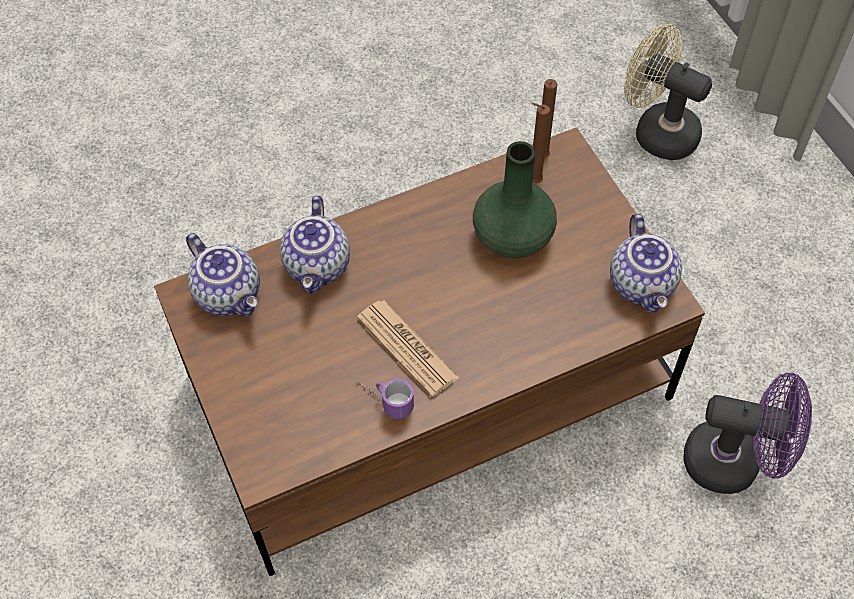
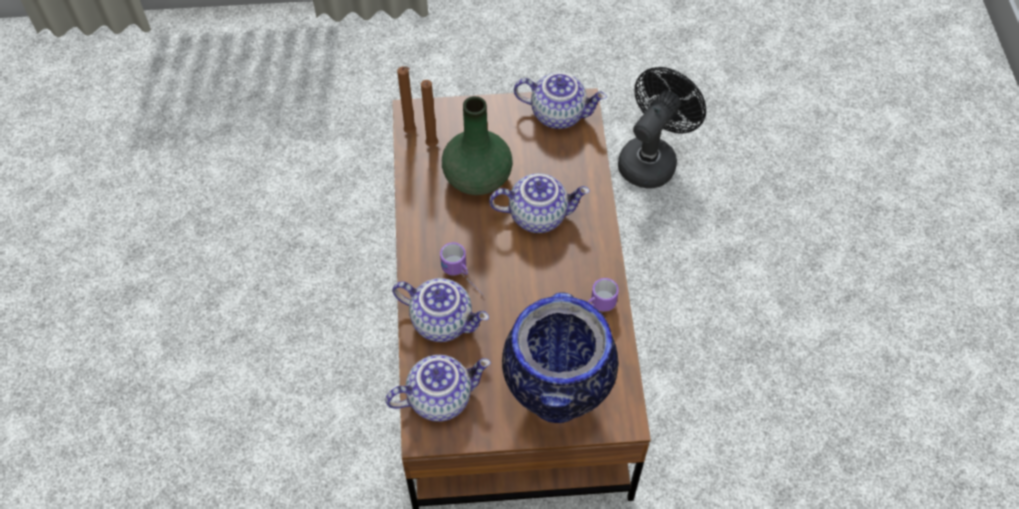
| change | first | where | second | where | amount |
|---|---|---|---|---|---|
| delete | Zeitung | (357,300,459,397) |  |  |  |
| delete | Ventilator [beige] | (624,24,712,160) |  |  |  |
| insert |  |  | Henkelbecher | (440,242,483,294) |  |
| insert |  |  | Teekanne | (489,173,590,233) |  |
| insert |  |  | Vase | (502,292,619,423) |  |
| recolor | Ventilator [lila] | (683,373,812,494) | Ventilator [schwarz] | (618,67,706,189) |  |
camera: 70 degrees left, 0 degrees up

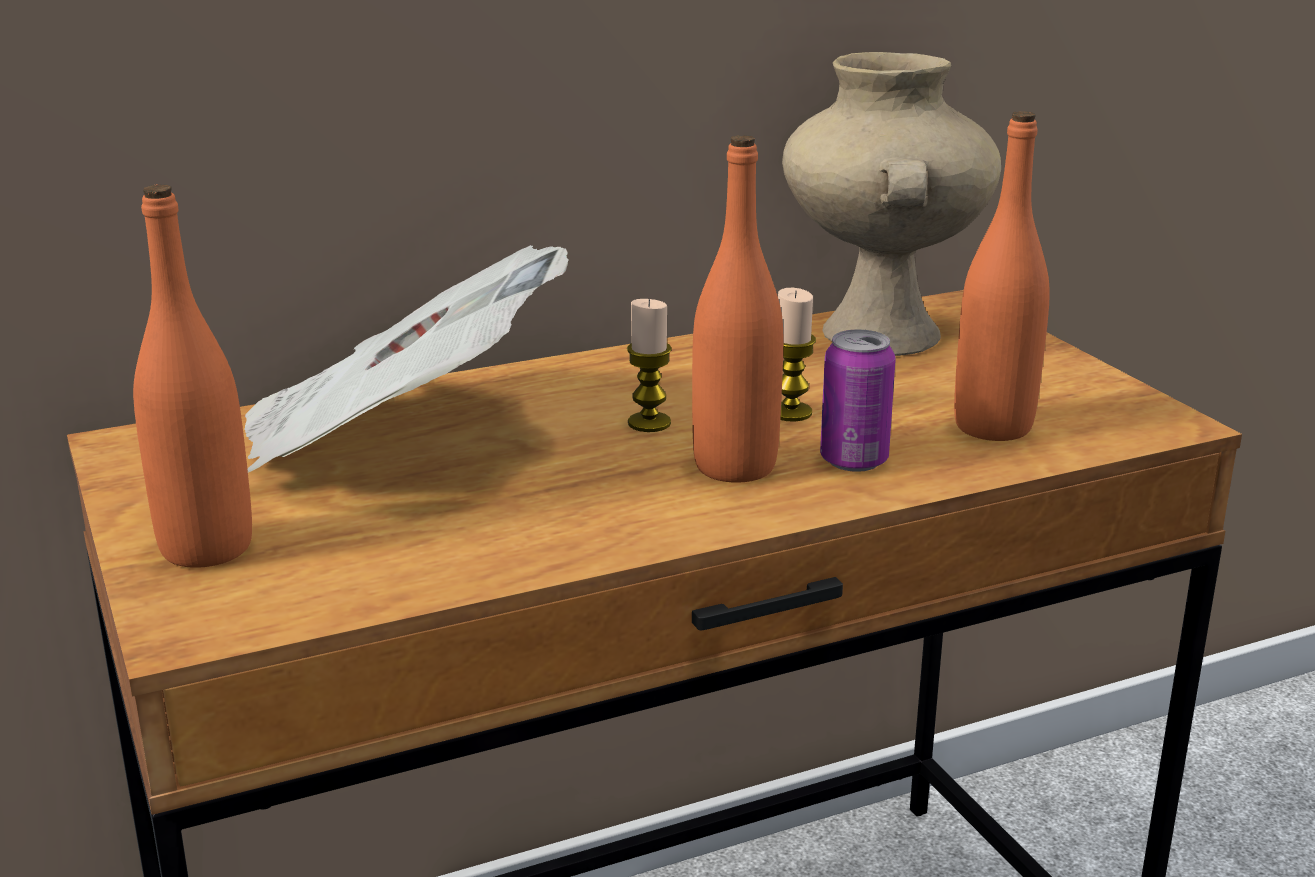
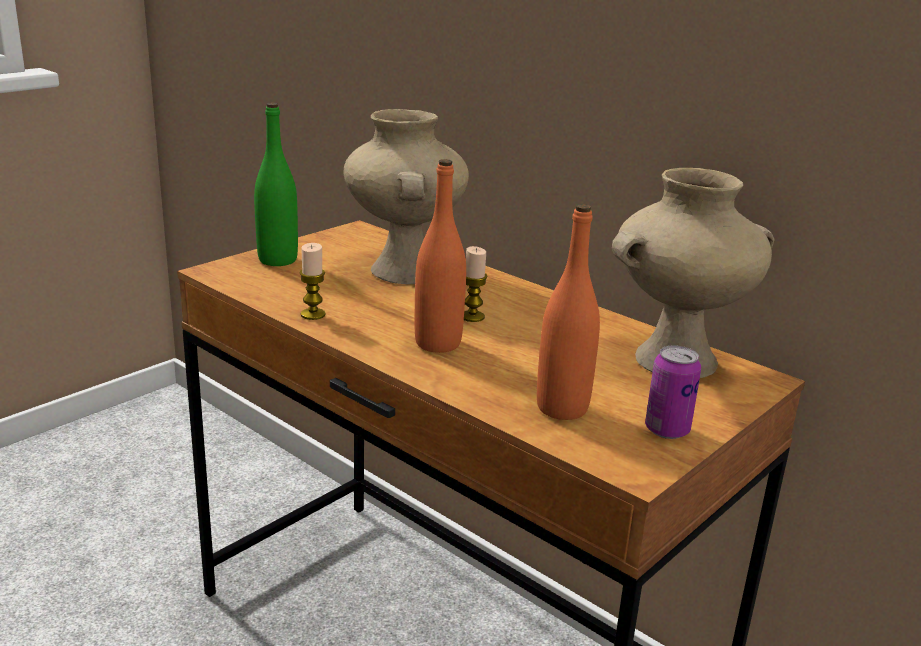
| change | first | where | second | where | amount |
|---|---|---|---|---|---|
| move | Kerze | (778,288,816,422) |  | (299,243,326,320) |  |
| move | Dose | (820,330,896,472) |  | (645,345,701,439) |  |
| replace | Zeitung | (245,245,569,472) | Vase [beige] | (343,109,469,284) |  |
| recolor | Flasche [orange] | (133,184,252,568) | Flasche [grün] | (254,103,298,266) |  |
camera: 65 degrees right, 0 degrees up

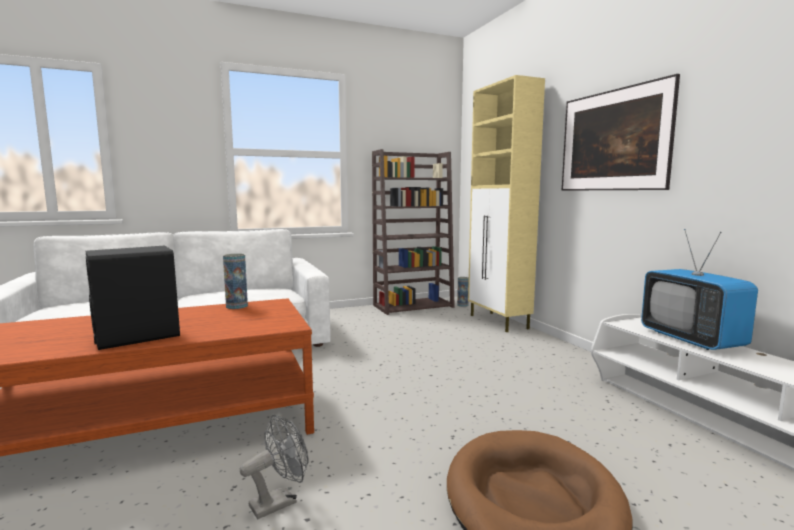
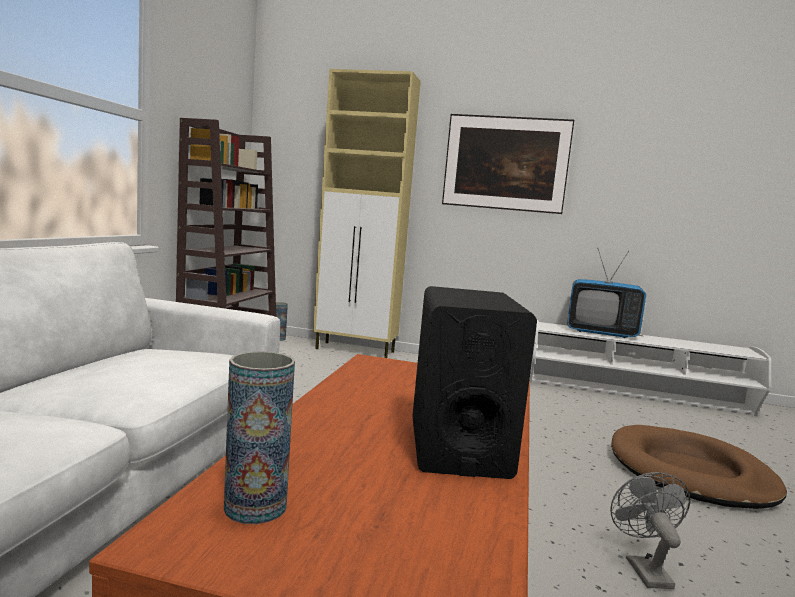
| change | first | where | second | where | amount |
|---|---|---|---|---|---|
| move | Vase | (223,254,248,309) |  | (224,352,295,524) |  |
camera: 55 degrees left, 0 degrees up

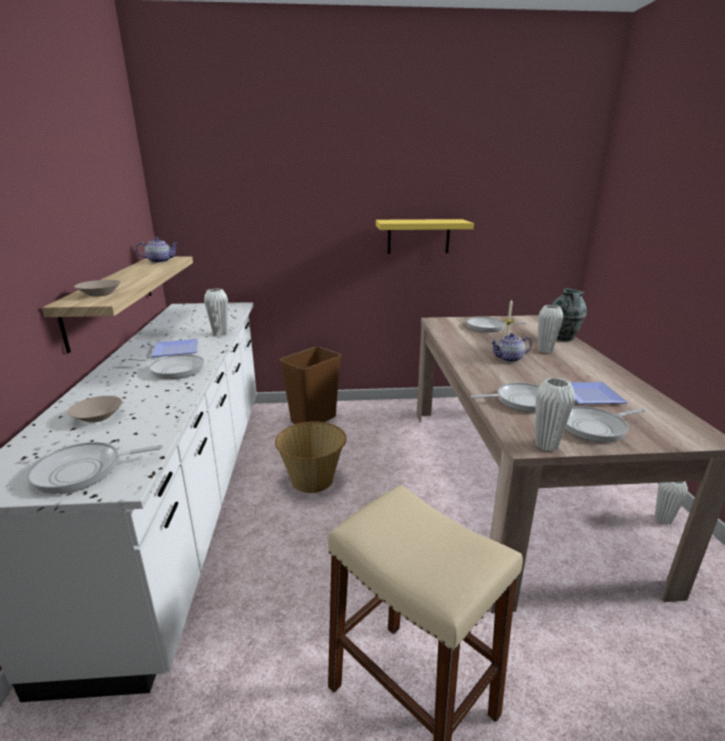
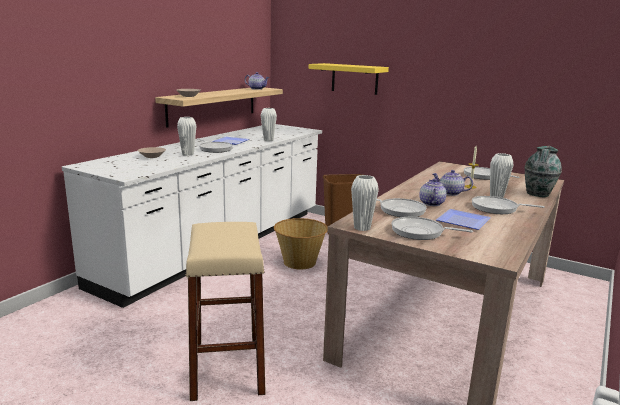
| change | first | where | second | where | amount |
|---|---|---|---|---|---|
| insert |  |  | Teekanne | (419,179,447,206) |  |
| move | Pfanne | (26,442,163,494) |  | (472,196,544,214) |  |
| move | Wandregal [gelb] | (376,219,474,254) |  | (309,63,389,95) |  |
| move | Vase [weiß] | (655,482,688,525) |  | (177,117,196,156) |  |
camera: 35 degrees right, 5 degrees down

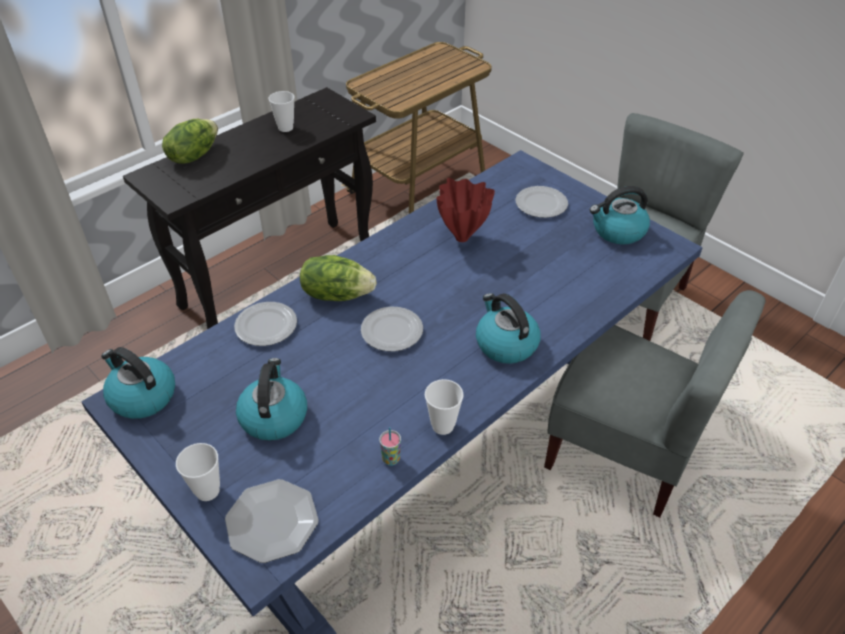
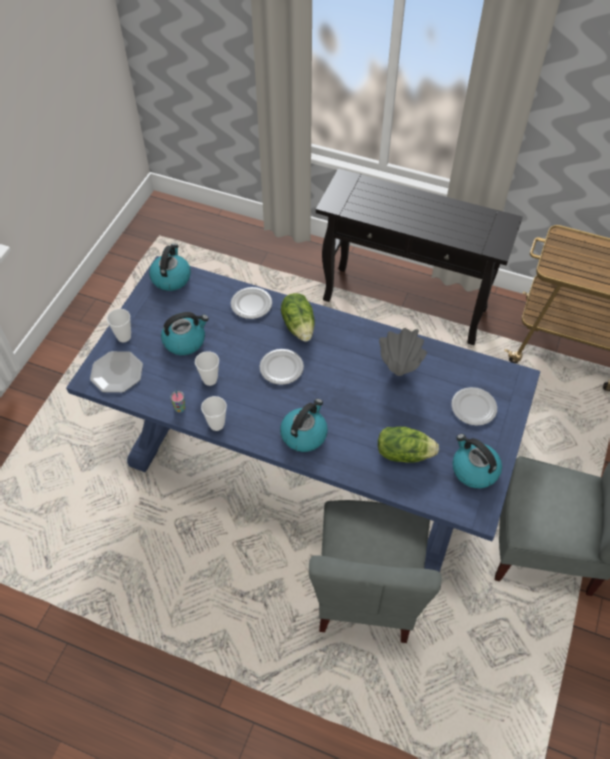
| change | first | where | second | where | amount |
|---|---|---|---|---|---|
| move | Salatkopf | (162,119,218,164) |  | (378,427,439,463) |  |
| move | Tasse | (269,91,295,132) |  | (195,351,219,386) |  |
| recolor | Vase [rot] | (436,178,495,242) | Vase [grau] | (379,328,427,376) |  |
camera: 65 degrees right, 10 degrees up

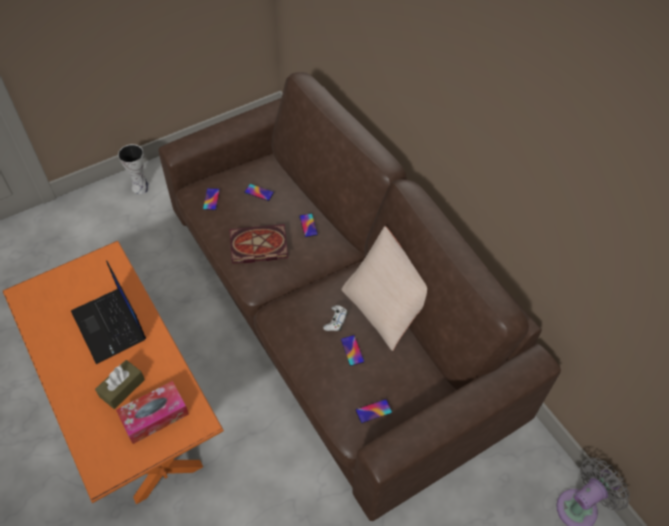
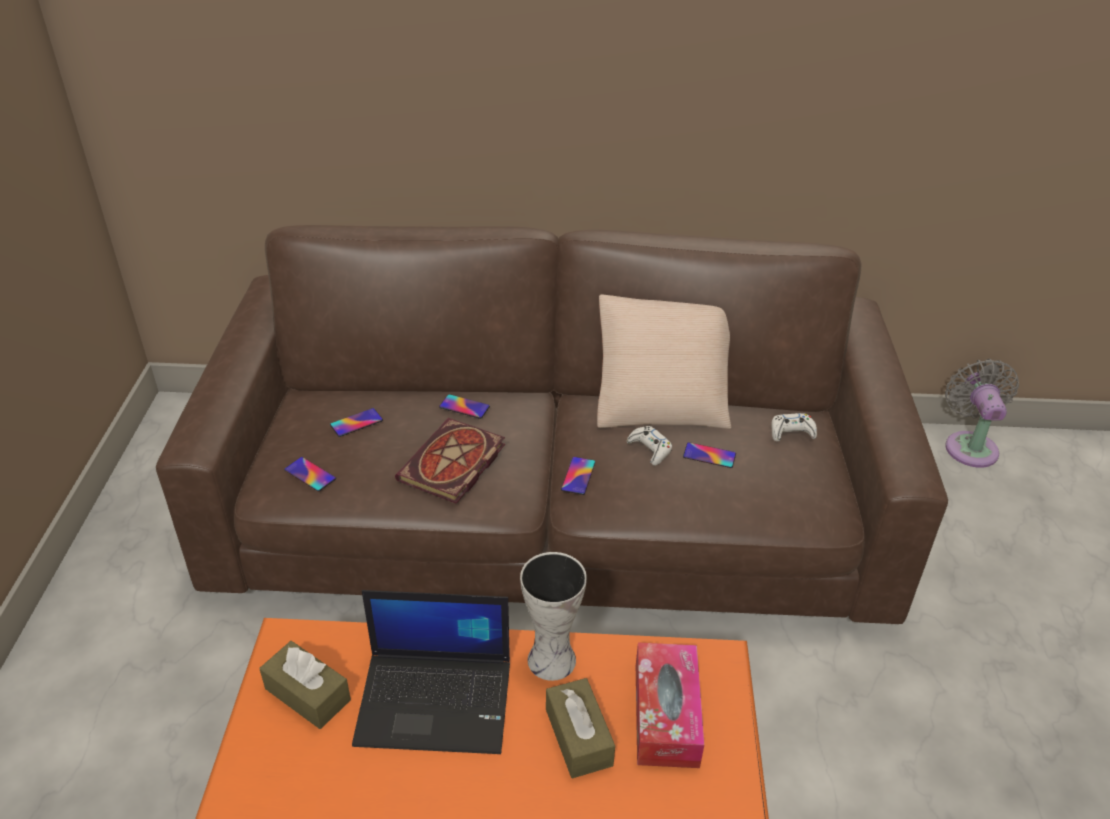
| change | first | where | second | where | amount |
|---|---|---|---|---|---|
| insert |  |  | Taschentuchbox [braun] | (259,641,351,729) |  |
| insert |  |  | Gamepad [weiß] | (772,413,817,441) |  |
| move | Vase | (118,144,150,194) |  | (520,552,587,681) |  |
| move | Handy | (356,399,392,423) |  | (561,457,595,495) |  |
camera: 55 degrees left, 15 degrees down

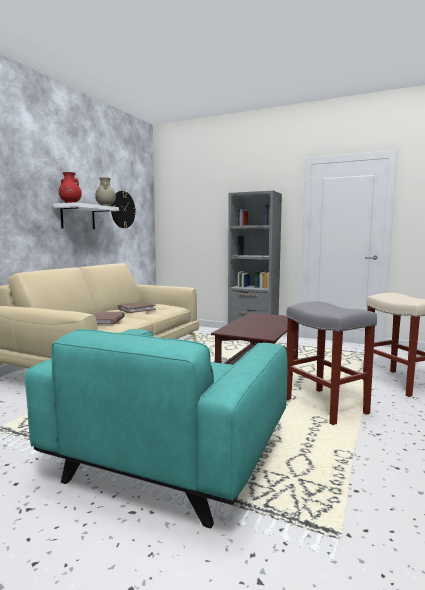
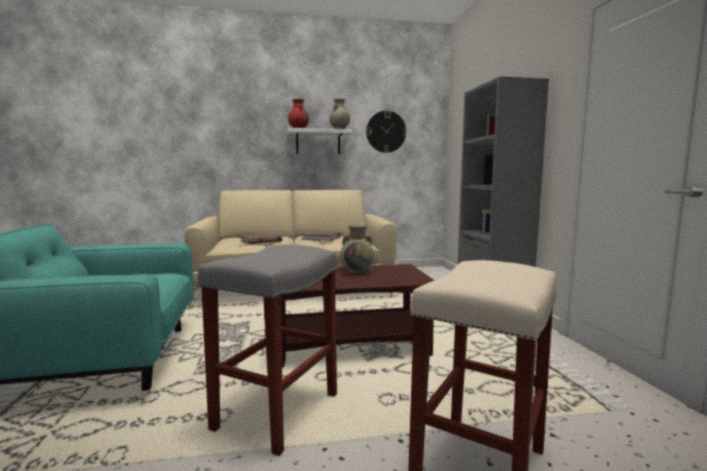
| change | first | where | second | where | amount |
|---|---|---|---|---|---|
| insert |  |  | Vase [beige] | (340,225,374,274) |  |
camera: 55 degrees right, 0 degrees up

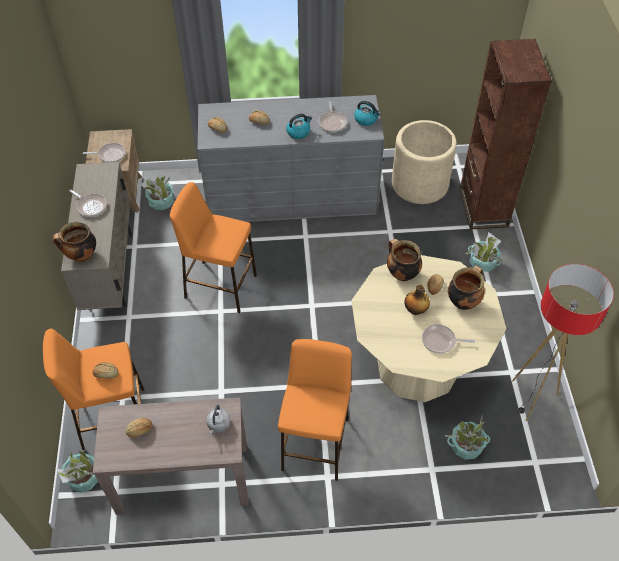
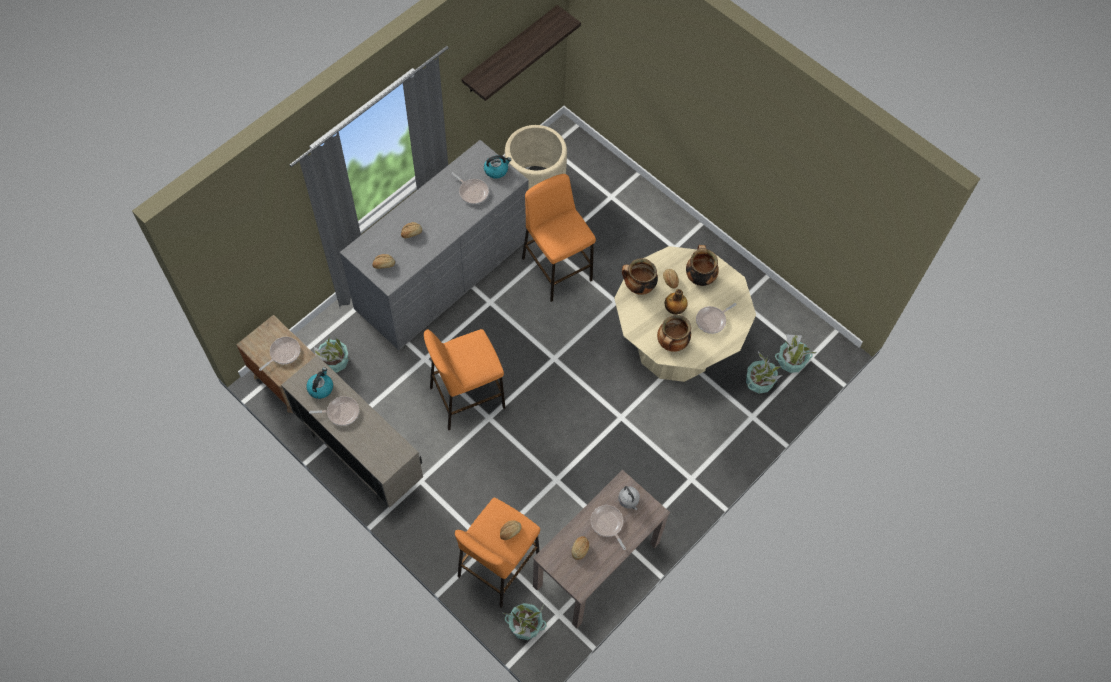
| change | first | where | second | where | amount |
|---|---|---|---|---|---|
| delete | Bücherregal [braun] | (460,39,552,230) |  |  |  |
| delete | Stehlampe | (512,264,614,421) |  |  |  |
| insert |  |  | Wandregal | (462,5,581,101) |  |
| insert |  |  | Pfanne | (590,505,626,550) |  |
| move | Kochtopf | (53,222,96,262) |  | (657,315,691,352) |  |
| move | Hocker [orange] | (278,339,352,481) |  | (522,174,596,302) |  |
| move | Wasserkessel | (286,114,312,139) |  | (306,367,333,399) |  |
| move | Topfpflanze | (466,232,504,272) |  | (775,334,817,373) |  |
camera: 45 degrees left, 10 degrees up

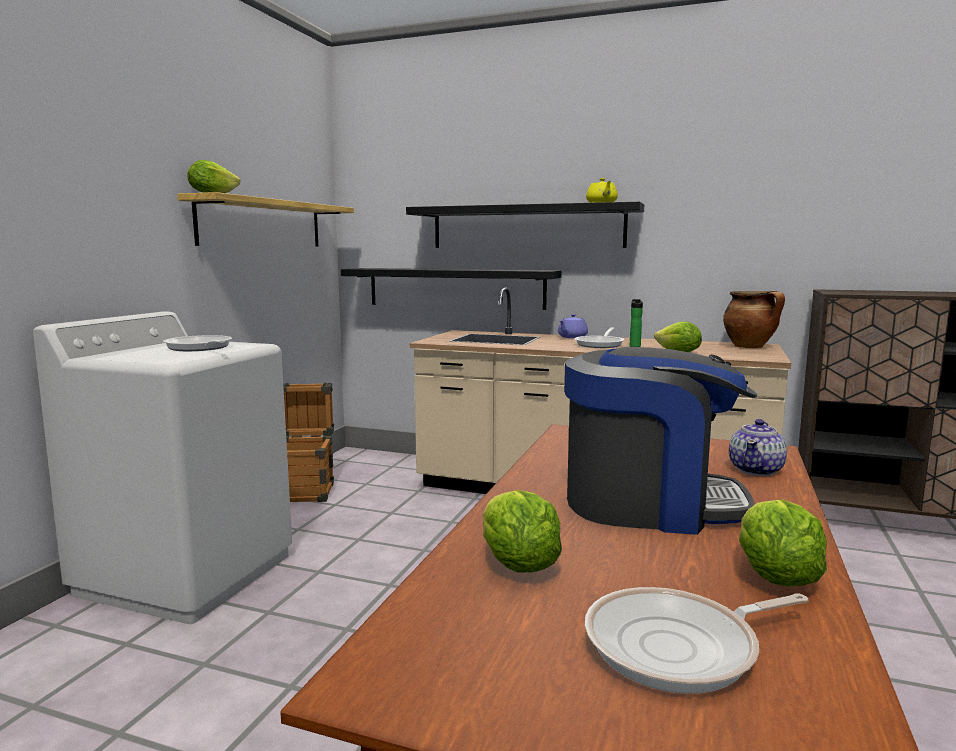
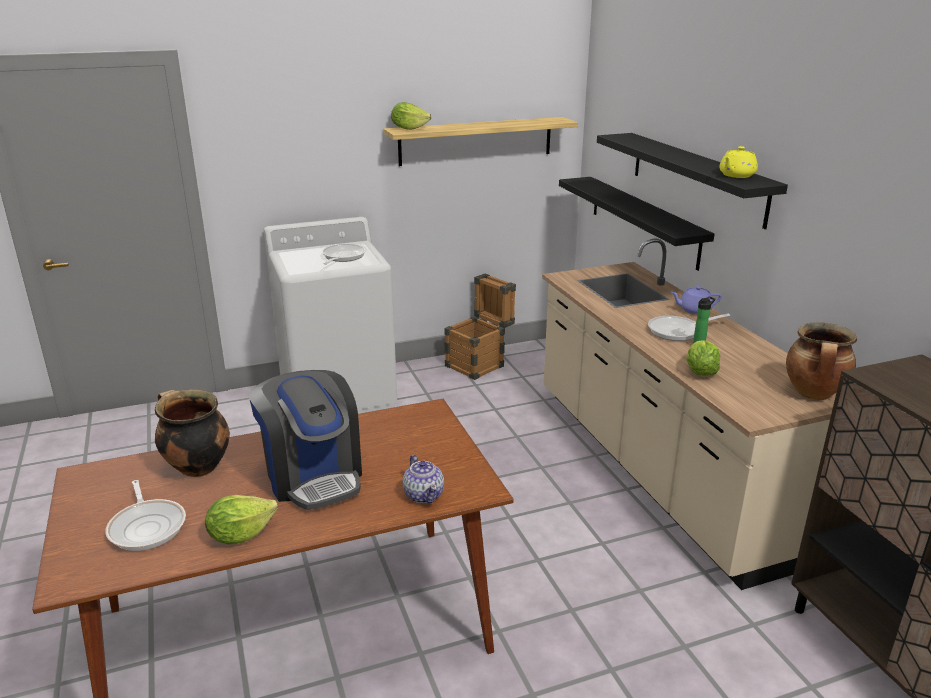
| change | first | where | second | where | amount |
|---|---|---|---|---|---|
| replace | Salatkopf | (483,490,562,573) | Kochtopf | (155,390,230,477) |  |
| rotate | Pfanne | (585,587,809,694) |  | (106,480,186,551) | 150 degrees counterclockwise |
| rotate | Teekanne | (729,419,787,476) |  | (403,455,444,503) | 105 degrees counterclockwise |
camera: 50 degrees right, 15 degrees up

